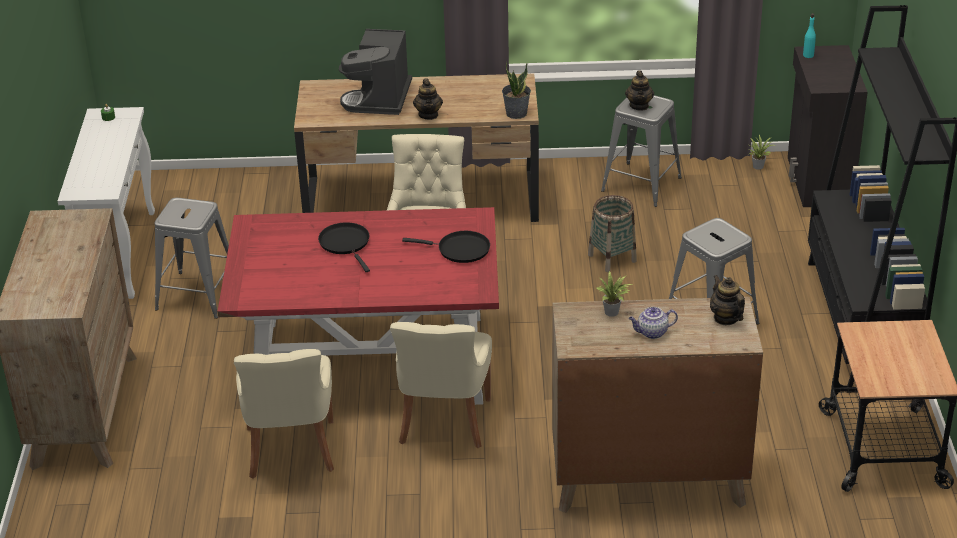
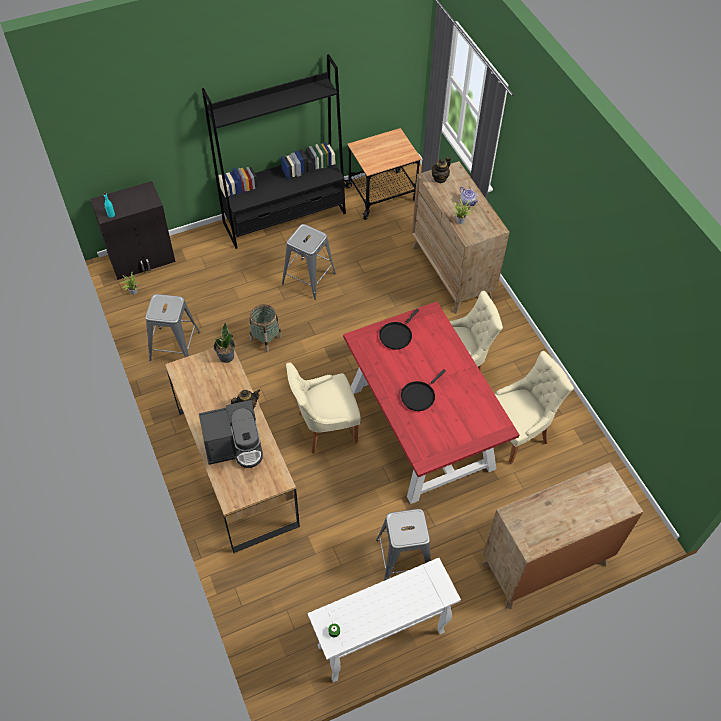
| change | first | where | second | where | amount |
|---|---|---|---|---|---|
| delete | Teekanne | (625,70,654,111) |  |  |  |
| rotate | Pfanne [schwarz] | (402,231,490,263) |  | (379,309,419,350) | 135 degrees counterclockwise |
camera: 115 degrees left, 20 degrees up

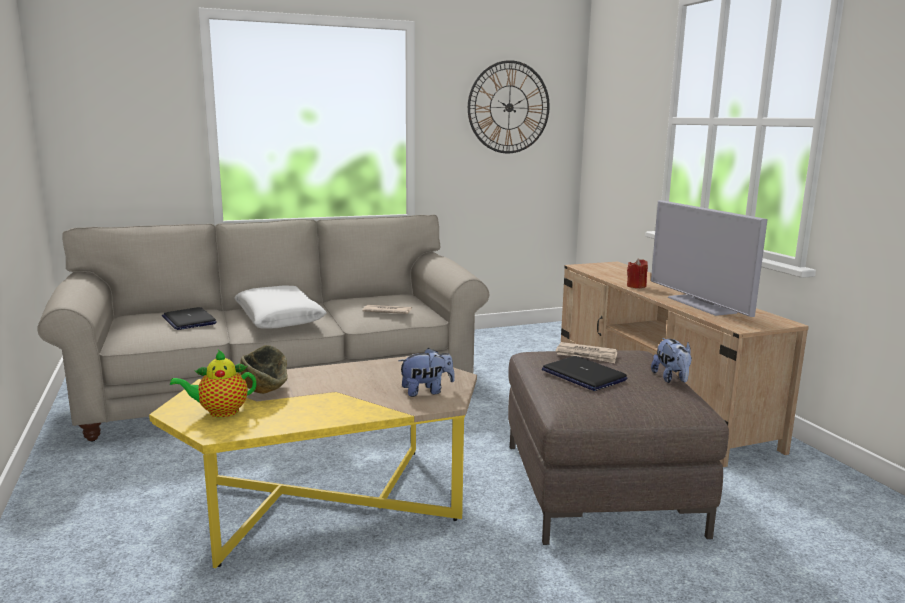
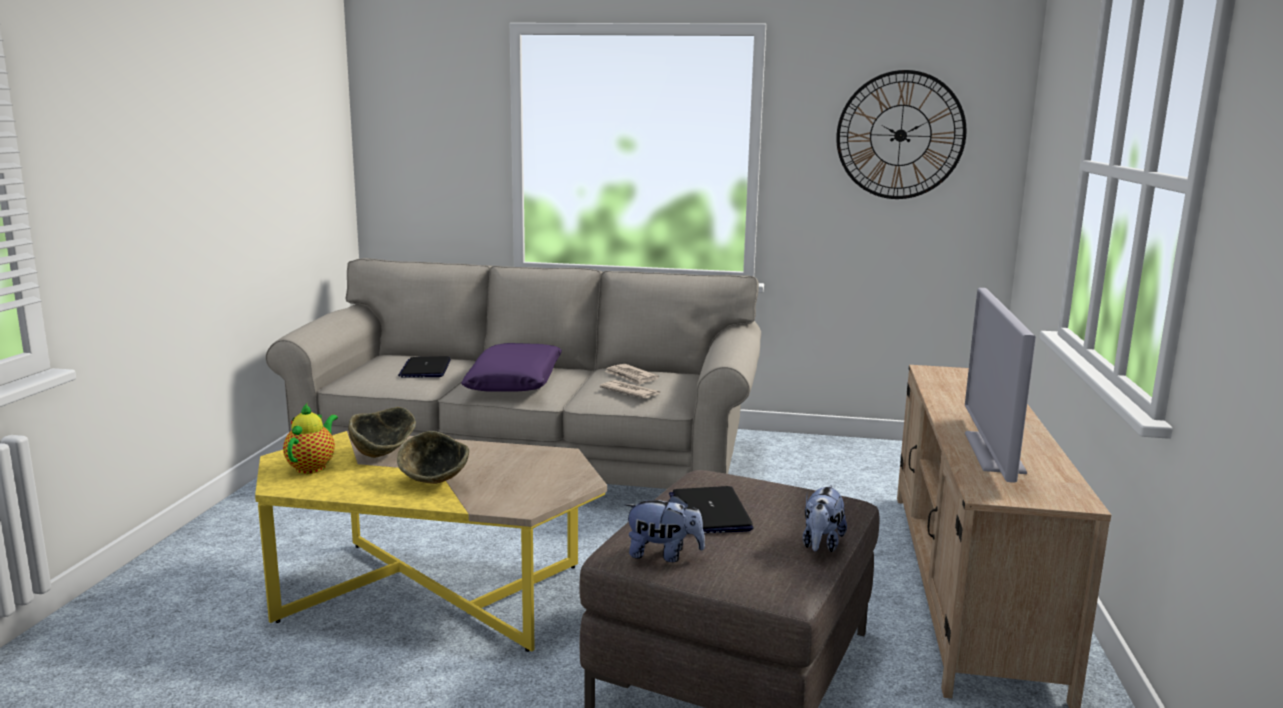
| change | first | where | second | where | amount |
|---|---|---|---|---|---|
| delete | Kerze [rot] | (627,258,648,288) |  |  |  |
| insert |  |  | Schüssel | (397,431,469,484) |  |
| move | Plüschtier | (398,348,455,397) |  | (625,495,705,562) |  |
| move | Zeitung | (556,342,617,363) |  | (604,364,659,386) |  |
| recolor | Kissen [weiß] | (235,286,327,329) | Kissen [lila] | (461,343,562,392) |  |
| rotate | Teekanne | (170,350,257,417) |  | (283,403,338,474) | 90 degrees clockwise |
camera: 30 degrees right, 0 degrees up

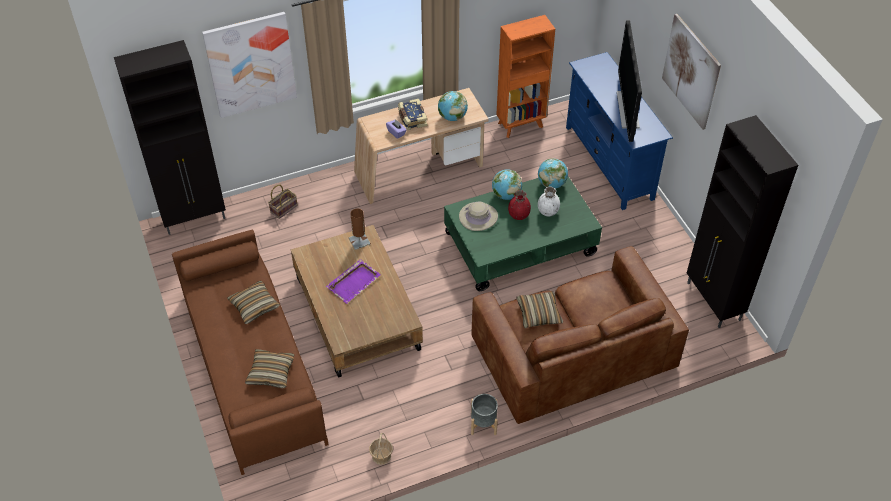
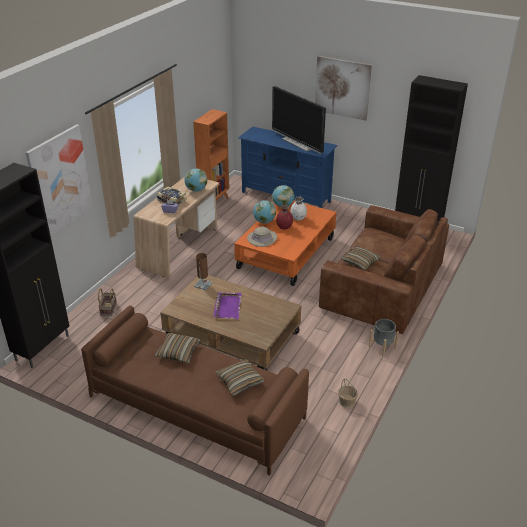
| change | first | where | second | where | amount |
|---|---|---|---|---|---|
| recolor | Couchtisch [grün] | (444,176,602,291) | Couchtisch [orange] | (234,201,337,286) |  |
camera: 40 degrees left, 15 degrees down

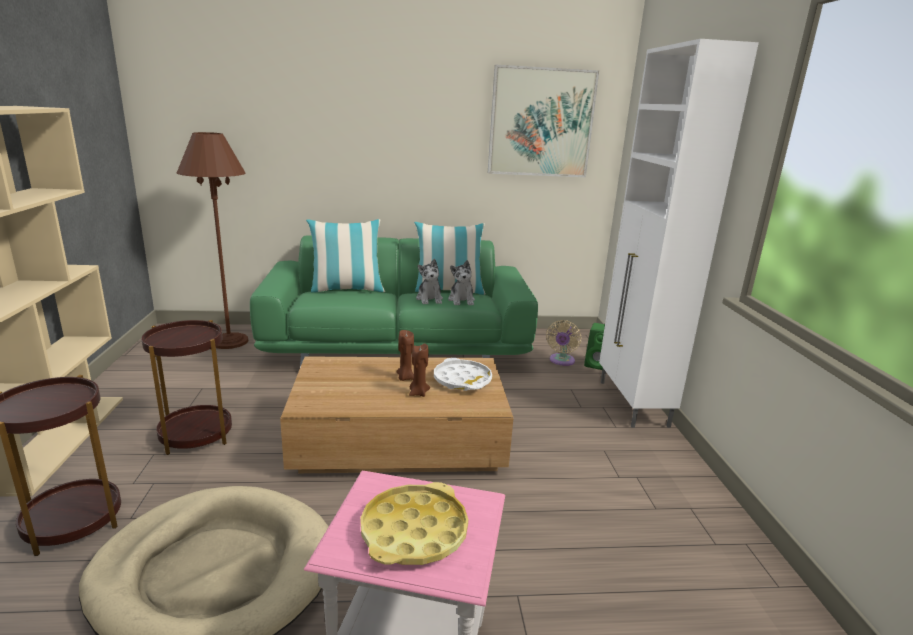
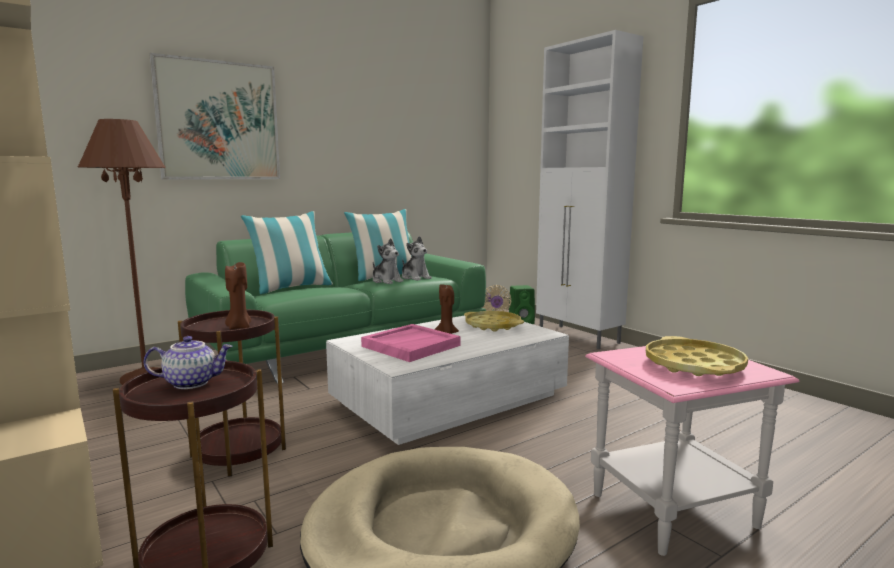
| change | first | where | second | where | amount |
|---|---|---|---|---|---|
| insert |  |  | Teekanne | (144,336,233,389) |  |
| insert |  |  | Tablett [rosa] | (361,324,460,362) |  |
| move | Kerze [braun] | (409,344,430,397) |  | (225,262,251,329) |  |
| move | Bild | (488,65,599,177) |  | (149,53,280,180) |  |
| recolor | Couchtisch [braun] | (280,356,513,473) | Couchtisch [weiß] | (326,316,569,445) |  |
| recolor | Tablett [weiß] | (434,358,492,391) | Tablett [gelb] | (464,311,524,331) |  |
camera: 30 degrees left, 10 degrees down

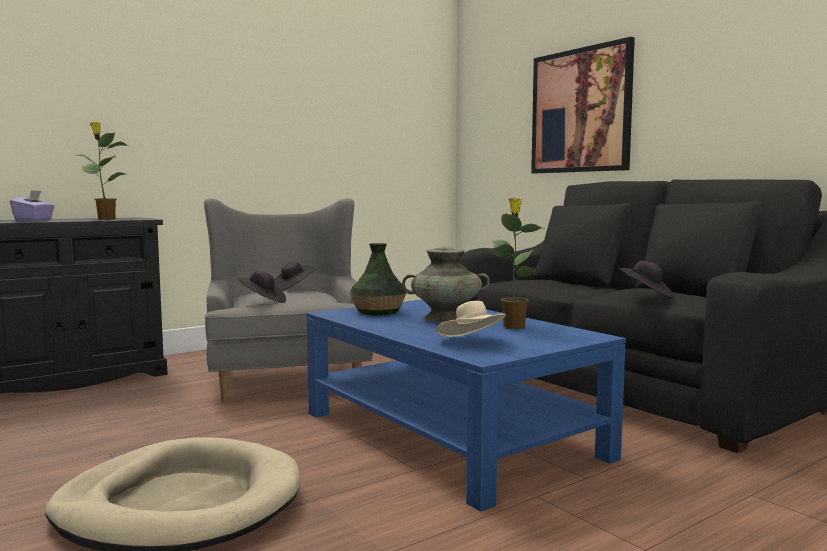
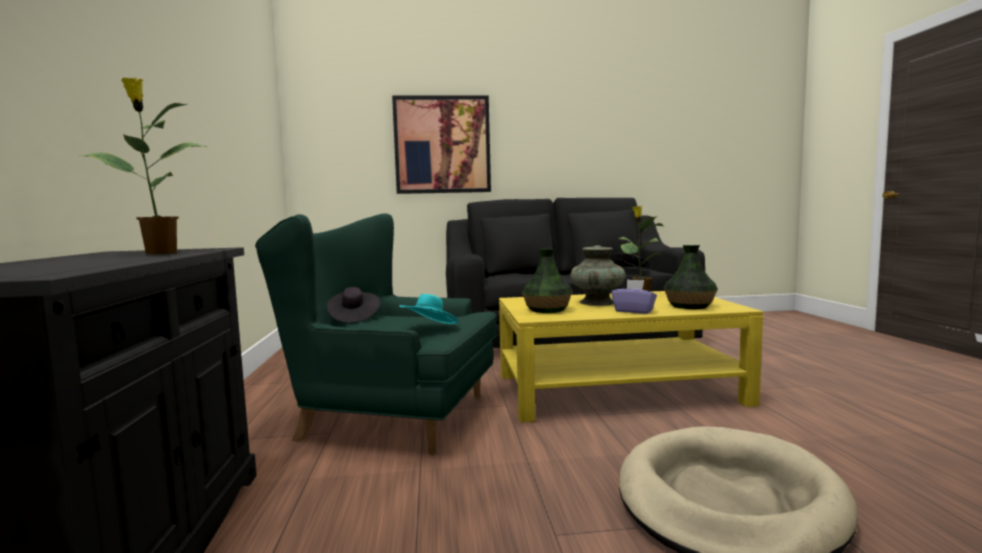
| change | first | where | second | where | amount |
|---|---|---|---|---|---|
| move | Taschentuchbox [lila] | (10,190,55,222) |  | (611,279,657,314) |  |
| replace | Hut [beige] | (436,301,507,337) | Vase | (664,245,718,309) |  |
| recolor | Sessel [grau] | (204,198,373,402) | Sessel [grün] | (255,213,497,455) |  |
| recolor | Hut [schwarz] | (237,270,286,303) | Hut [türkis] | (399,294,459,324) |  |
| recolor | Couchtisch [blau] | (306,300,626,512) | Couchtisch [gelb] | (499,291,763,422) |  |
camera: 60 degrees left, 0 degrees up

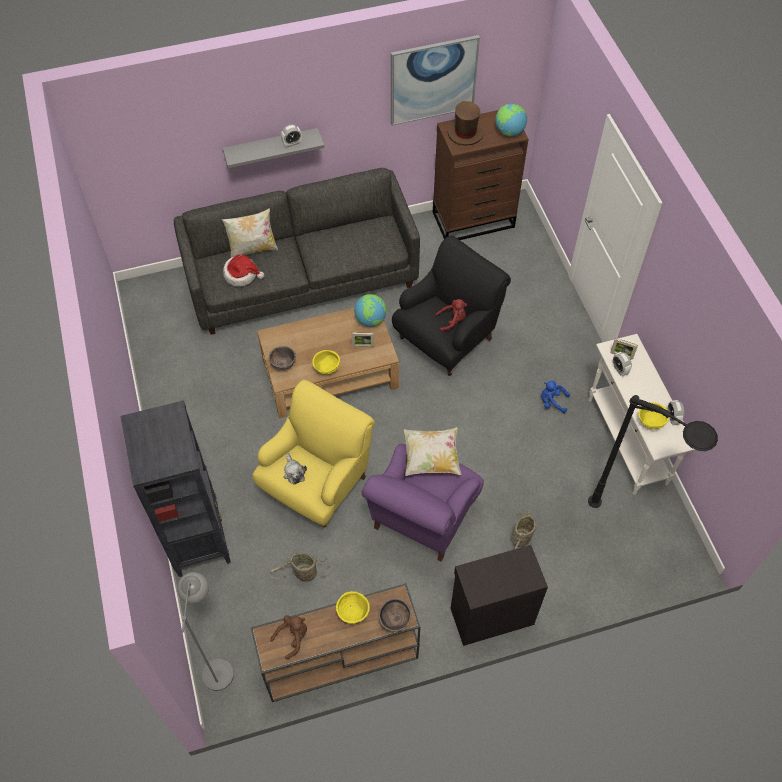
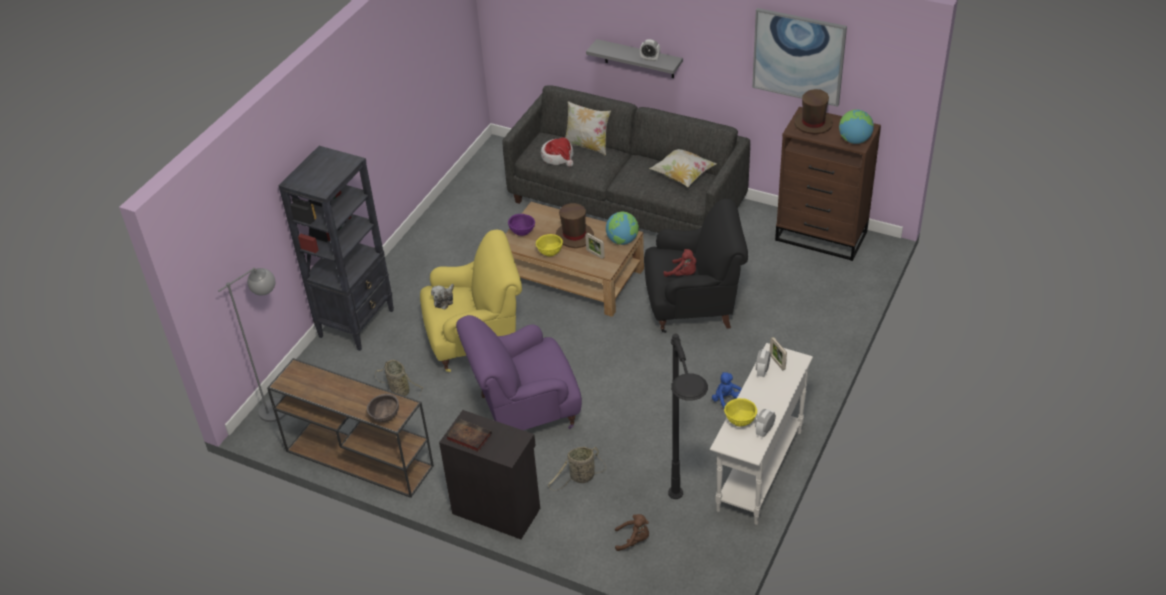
| change | first | where | second | where | amount |
|---|---|---|---|---|---|
| delete | Schüssel [gelb] | (336,591,370,624) |  |  |  |
| insert |  |  | Buch | (445,419,492,452) |  |
| insert |  |  | Hut [braun] | (556,203,594,248) |  |
| move | Plüschtier [braun] | (270,615,307,659) |  | (615,514,649,551) |  |
| move | Kissen | (403,427,461,476) |  | (649,149,717,187) |  |
| recolor | Schüssel [braun] | (269,346,296,370) | Schüssel [lila] | (508,214,535,236) |  |
camera: 45 degrees right, 15 degrees down

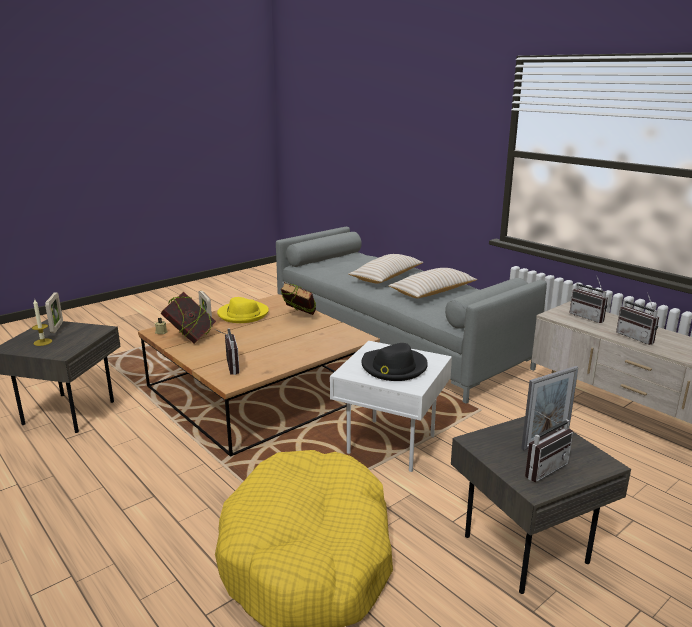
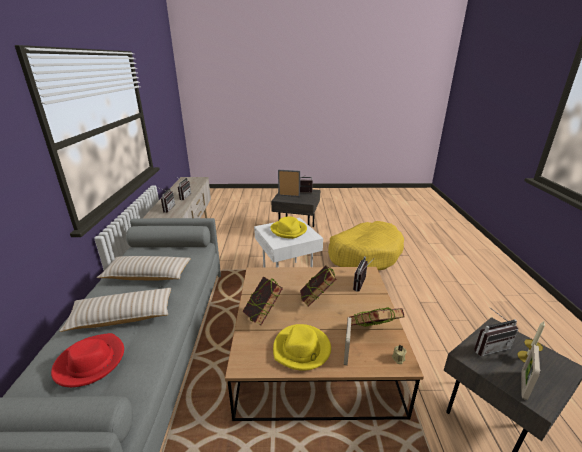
| change | first | where | second | where | amount |
|---|---|---|---|---|---|
| insert |  |  | Hut [rot] | (51,333,124,387) |  |
| insert |  |  | Buch | (300,265,336,307) |  |
| insert |  |  | Radio | (474,307,518,356) |  |
| recolor | Hut [schwarz] | (361,343,428,381) | Hut [gelb] | (270,216,307,239) |  |
camera: 140 degrees left, 5 degrees up

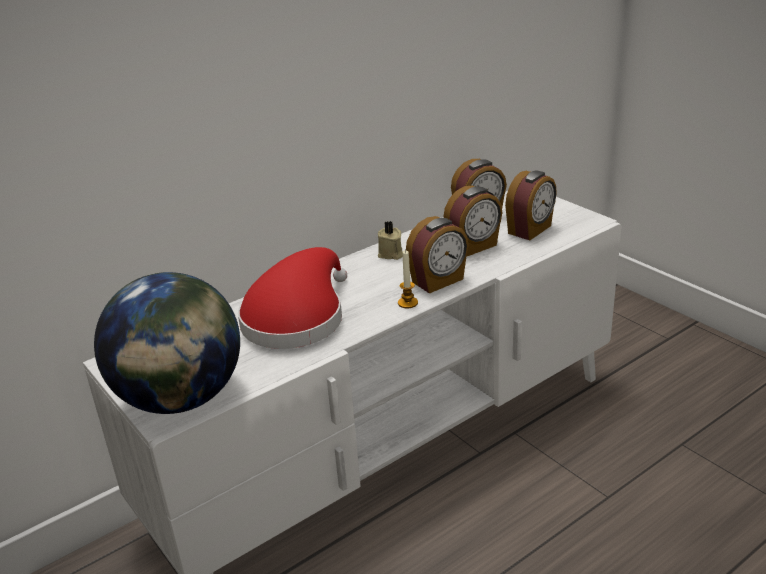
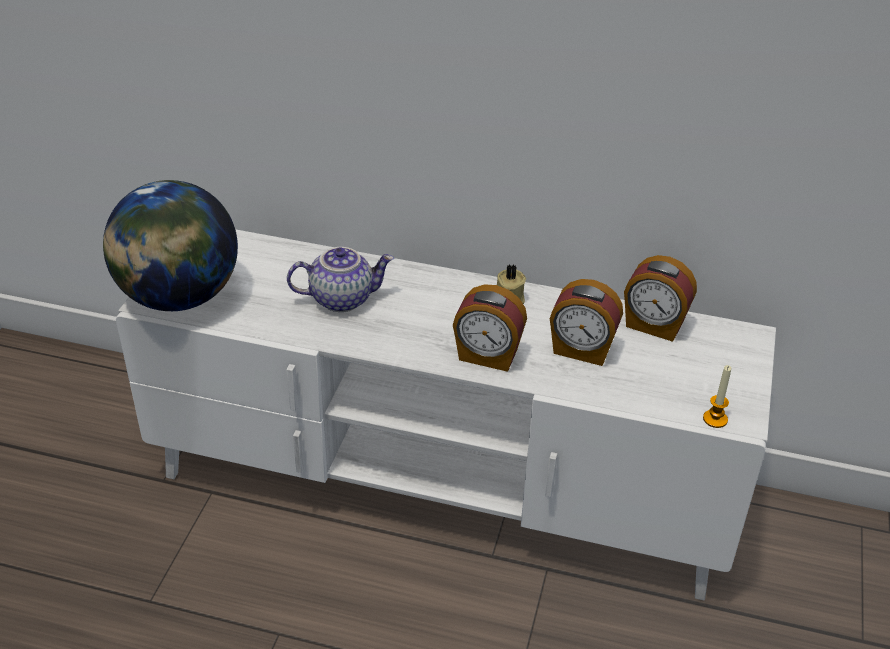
| change | first | where | second | where | amount |
|---|---|---|---|---|---|
| delete | Wecker | (505,171,557,240) |  |  |  |
| move | Kerze | (398,250,418,308) |  | (703,365,731,428) |  |
| replace | Hut [rot] | (238,247,347,349) | Teekanne | (287,247,394,312) |  |
camera: 50 degrees right, 10 degrees up

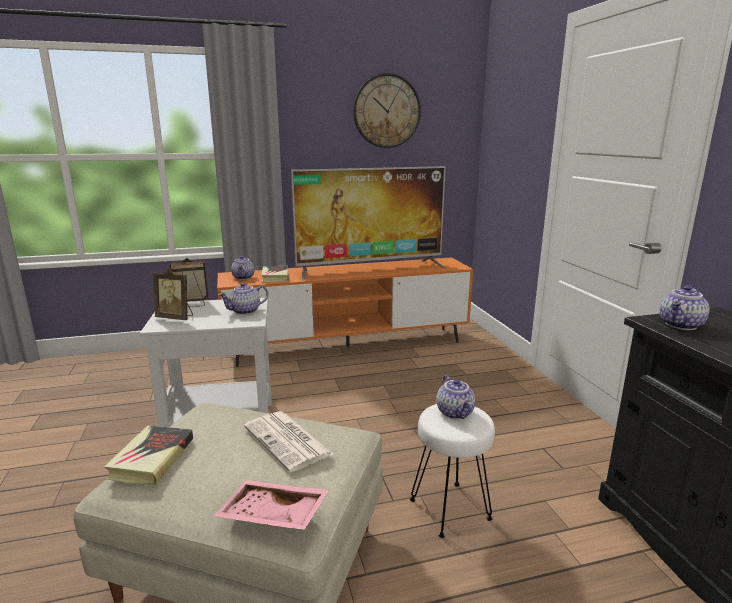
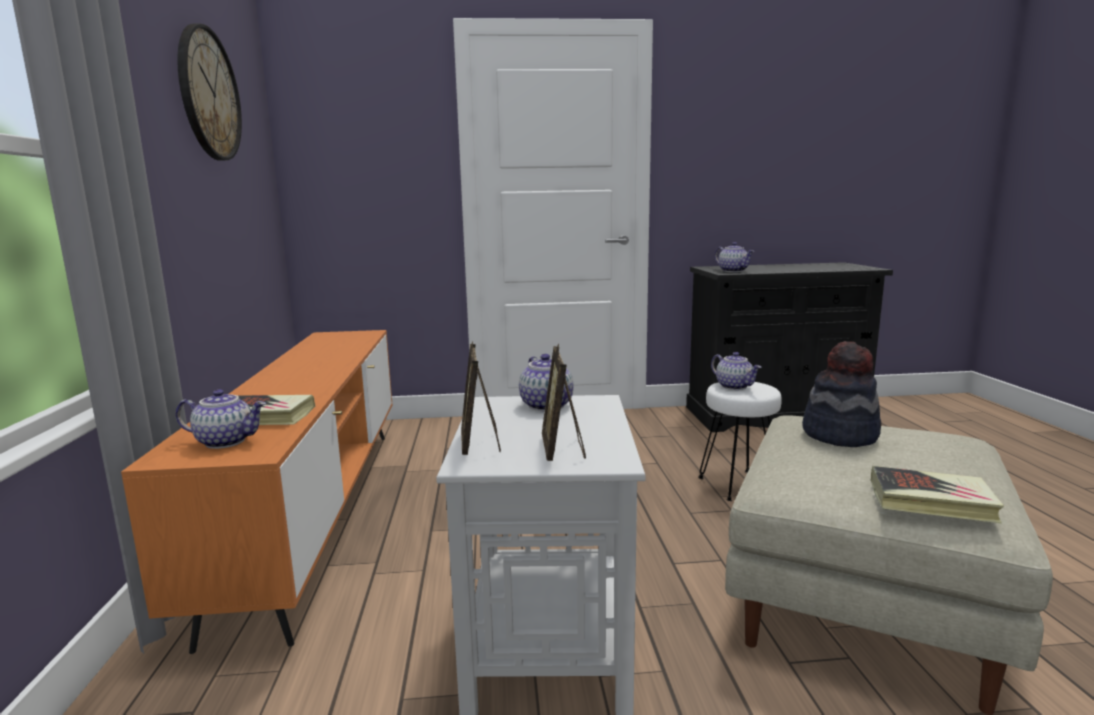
| change | first | where | second | where | amount |
|---|---|---|---|---|---|
| delete | Tablett [rosa] | (213,480,329,530) |  |  |  |
| delete | Fernseher | (291,166,446,280) |  |  |  |
| replace | Zeitung | (244,411,333,472) | Hut | (802,341,882,447) |  |
| rotate | Bilderrahmen | (153,269,193,320) |  | (542,344,586,461) | 150 degrees clockwise |
| rotate | Teekanne | (437,375,475,419) |  | (711,352,761,390) | 60 degrees clockwise |
camera: 80 degrees left, 5 degrees down

